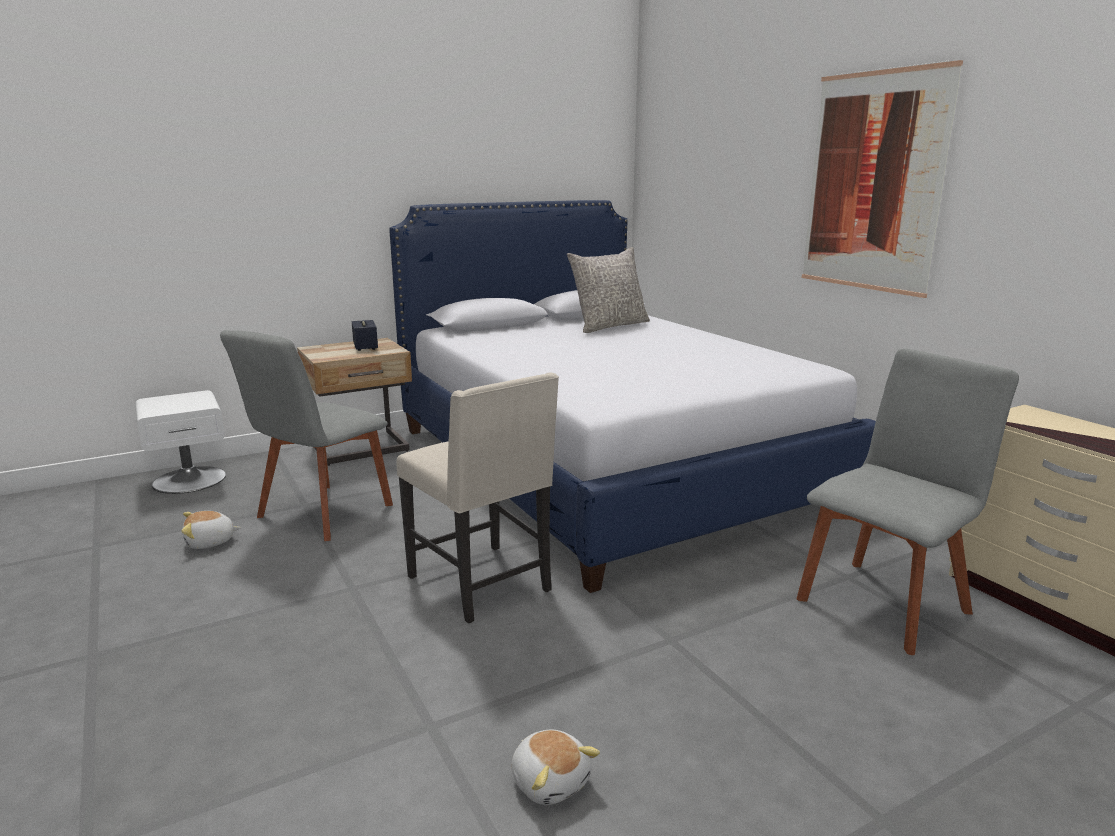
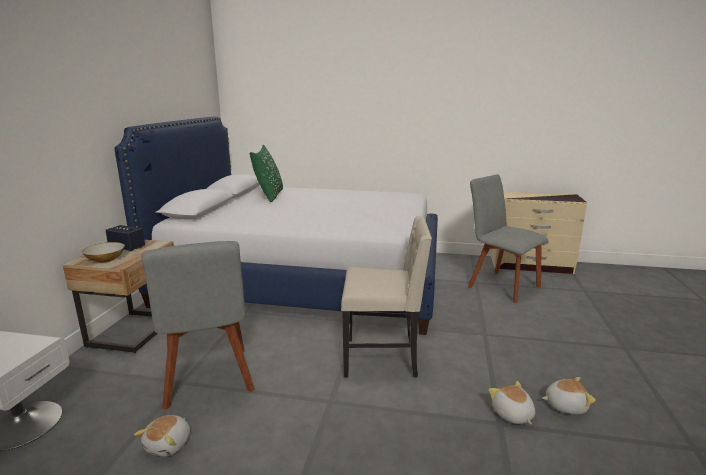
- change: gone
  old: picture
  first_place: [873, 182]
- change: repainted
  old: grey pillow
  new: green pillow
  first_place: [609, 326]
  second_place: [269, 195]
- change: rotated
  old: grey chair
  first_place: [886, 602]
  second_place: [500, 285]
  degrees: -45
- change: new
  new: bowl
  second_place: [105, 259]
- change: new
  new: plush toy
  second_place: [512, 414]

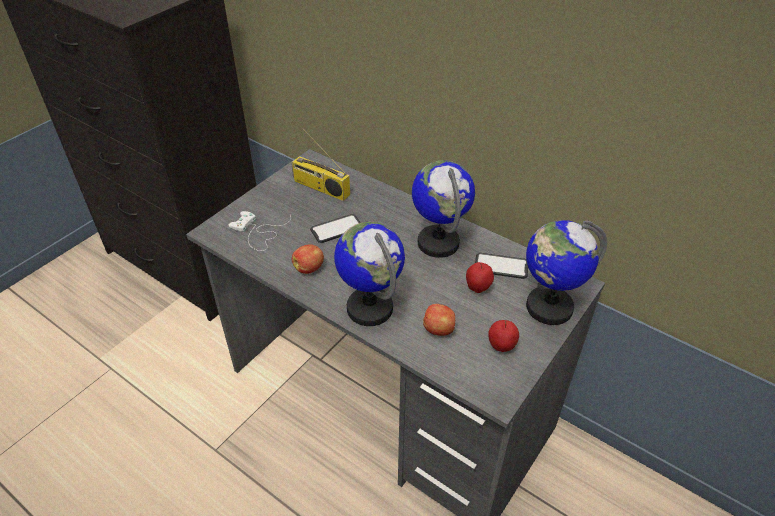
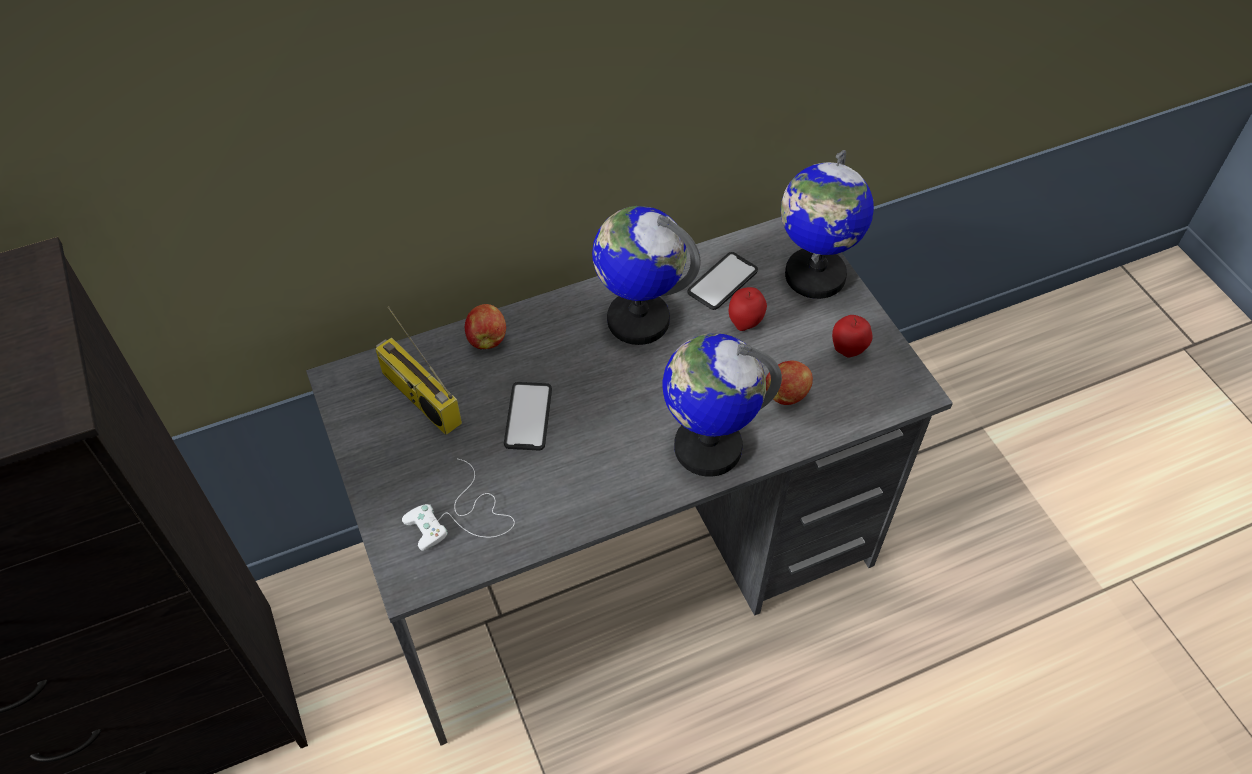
- change: rotated
  old: radio
  first_place: [320, 188]
  second_place: [418, 397]
  degrees: 75
- change: shifted
  old: apple
  first_place: [309, 268]
  second_place: [487, 338]

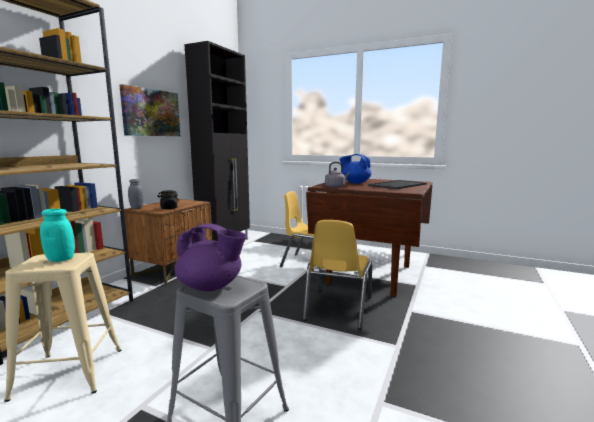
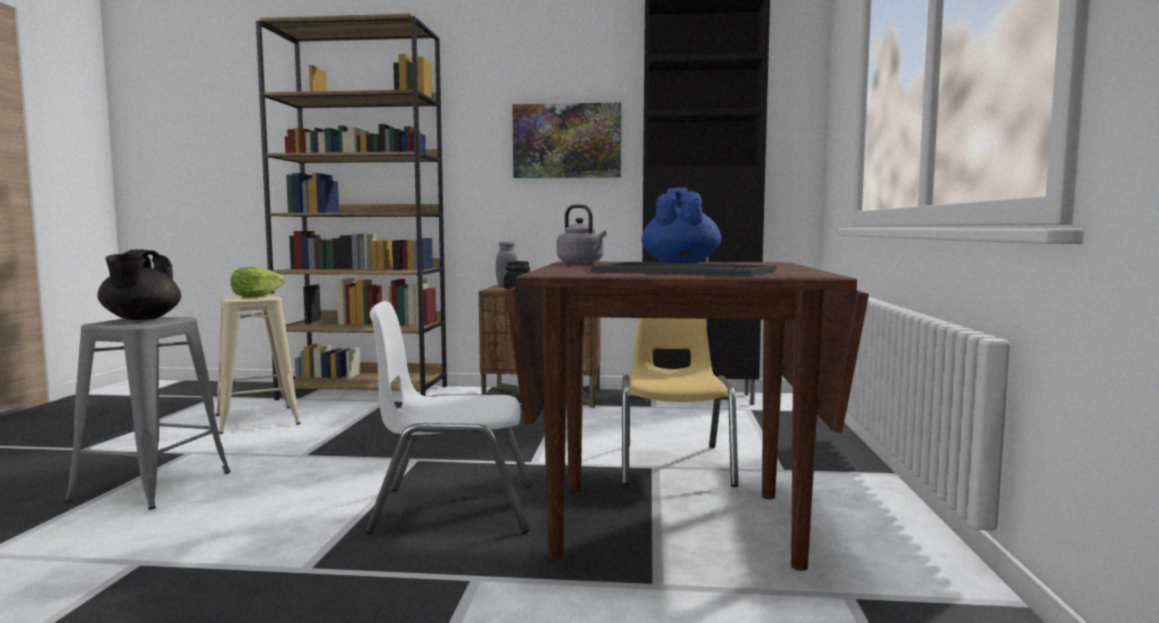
- change: swapped
  old: turquoise jar
  new: lettuce
  first_place: [60, 259]
  second_place: [256, 296]
- change: repainted
  old: yellow chair
  new: white chair
  first_place: [338, 308]
  second_place: [454, 508]
- change: repainted
  old: purple teapot
  new: black teapot
  first_place: [211, 286]
  second_place: [141, 319]

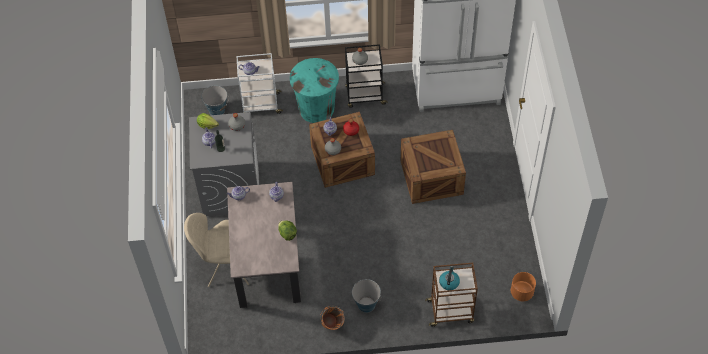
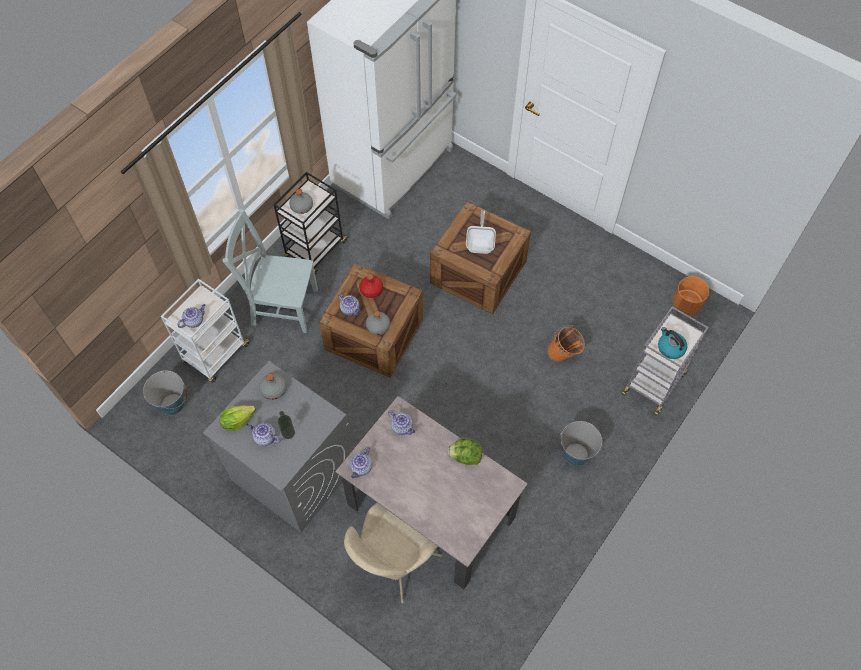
- change: swapped
  old: turquoise trash can
  new: grey chair
  first_place: [316, 108]
  second_place: [281, 305]
- change: repainted
  old: brown cart
  new: grey cart
  first_place: [451, 311]
  second_place: [654, 382]
- change: shifted
  old: orange bucket
  first_place: [332, 327]
  second_place: [564, 355]
- change: new
  new: frying pan
  second_place: [480, 243]

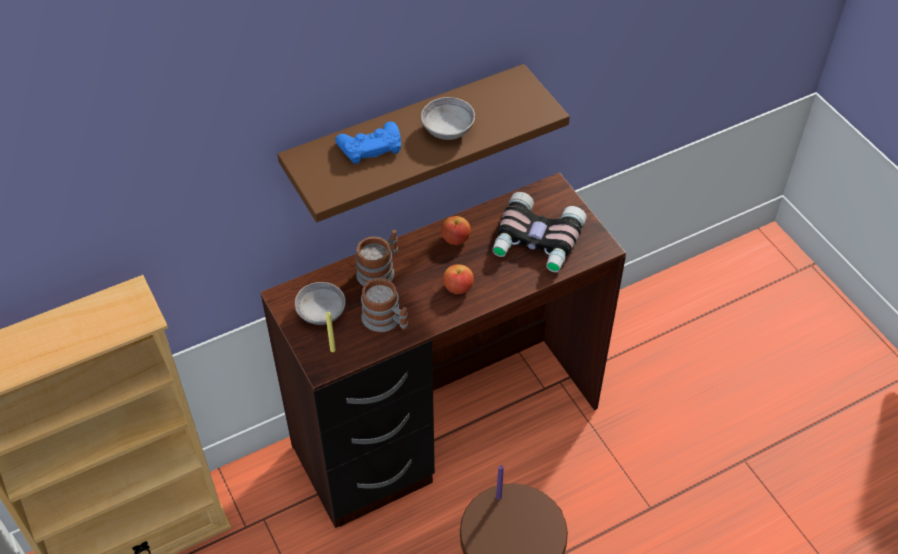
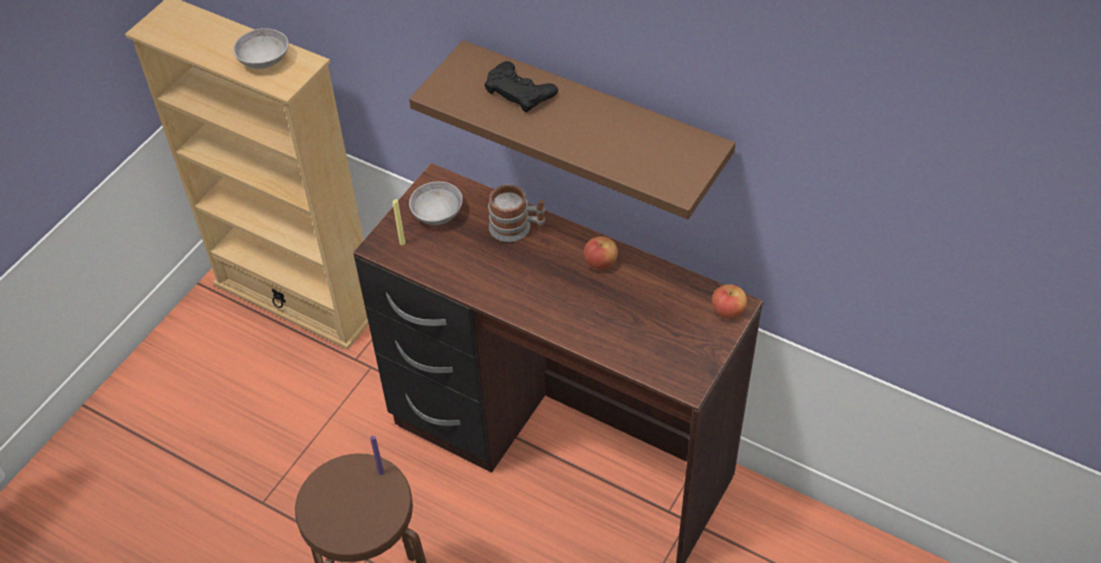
- change: shifted
  old: grey bowl
  first_place: [448, 130]
  second_place: [264, 60]
- change: repainted
  old: blue game controller
  new: black game controller
  first_place: [370, 146]
  second_place: [519, 91]
- change: gone
  old: binoculars
  first_place: [536, 242]
- change: shifted
  old: apple
  first_place: [458, 287]
  second_place: [728, 311]
- change: gone
  old: mug
  first_place: [386, 320]

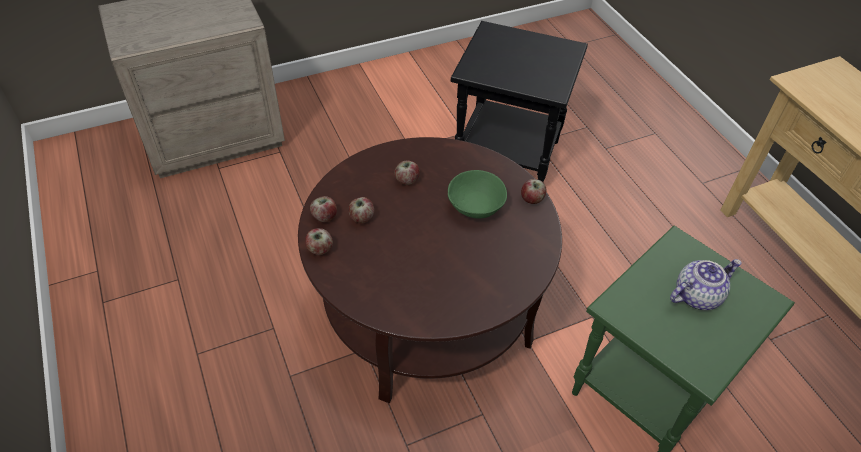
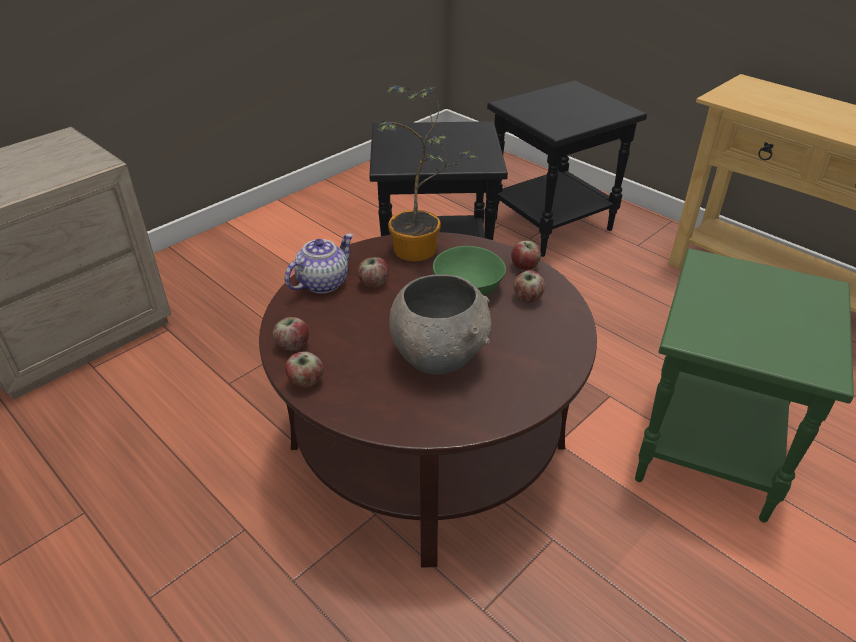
- change: shifted
  old: apple
  first_place: [361, 218]
  second_place: [527, 298]
- change: shifted
  old: teapot
  first_place: [697, 295]
  second_place: [323, 282]
- change: new
  new: black side table
  second_place: [551, 226]
- change: new
  new: potted plant
  second_place: [421, 251]
- change: new
  new: grey bowl
  second_place: [439, 357]

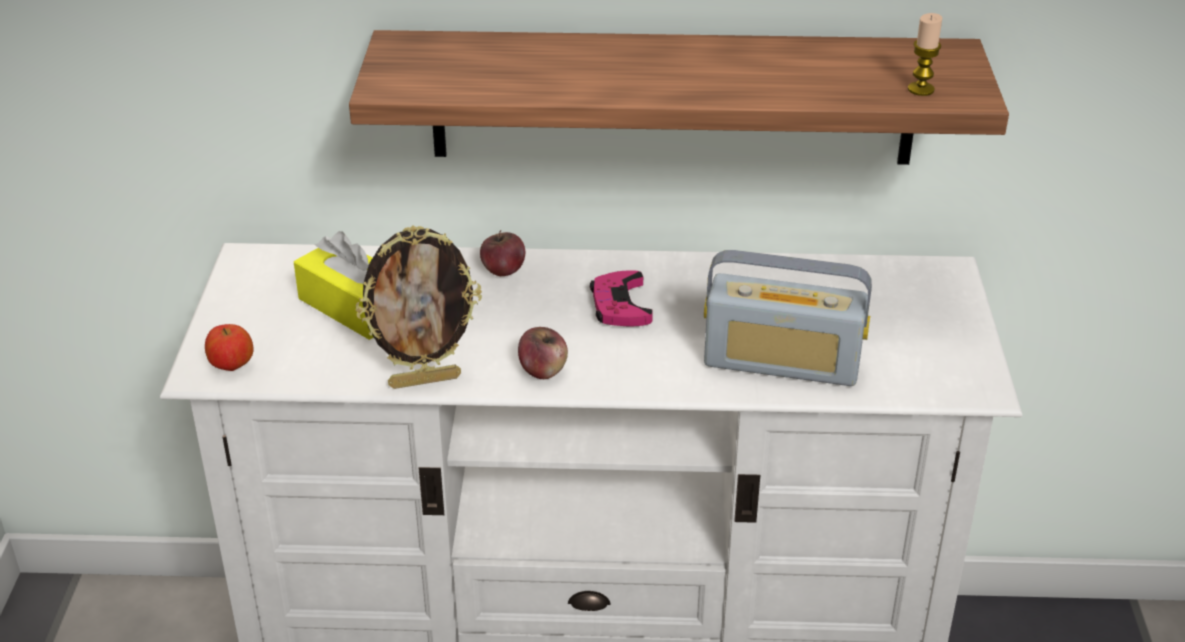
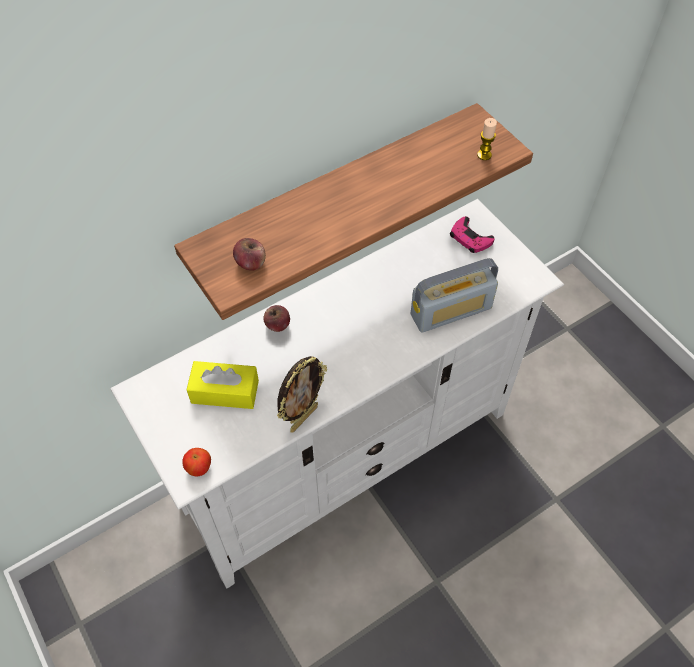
- change: shifted
  old: pink game controller
  first_place: [620, 305]
  second_place: [470, 238]
- change: shifted
  old: apple
  first_place: [543, 370]
  second_place: [251, 263]

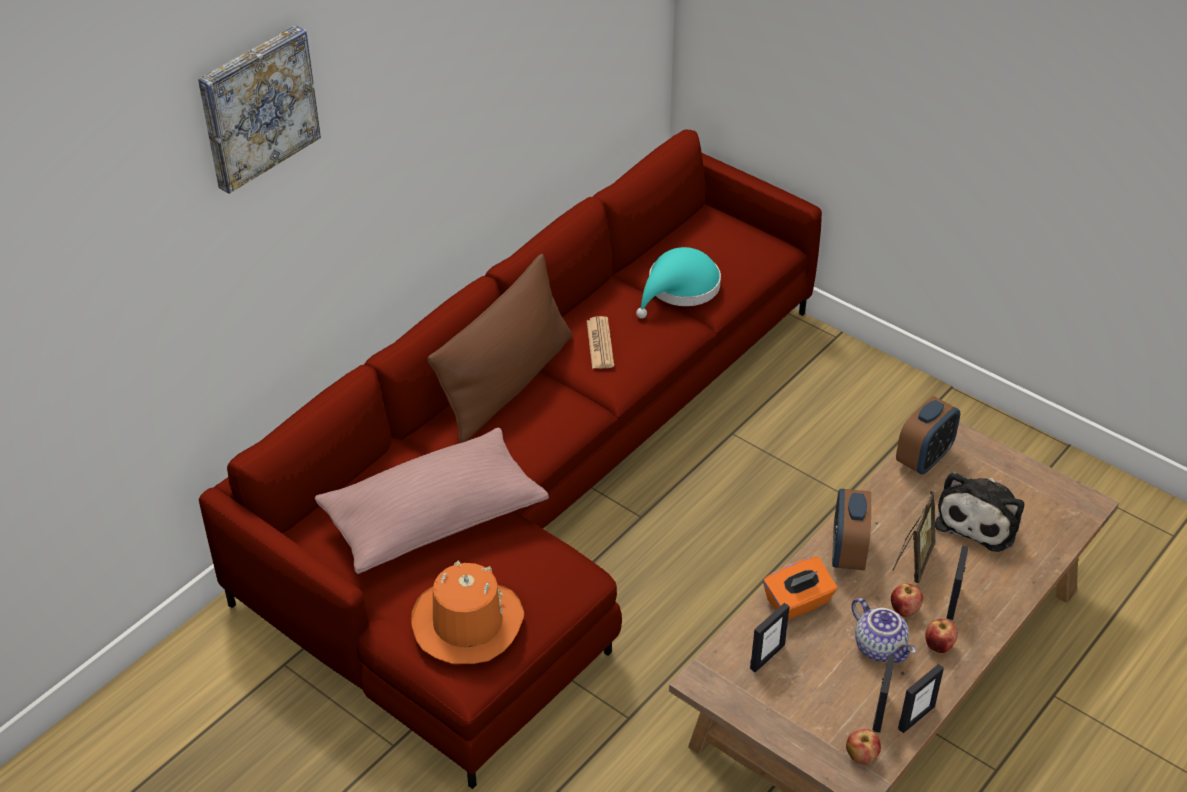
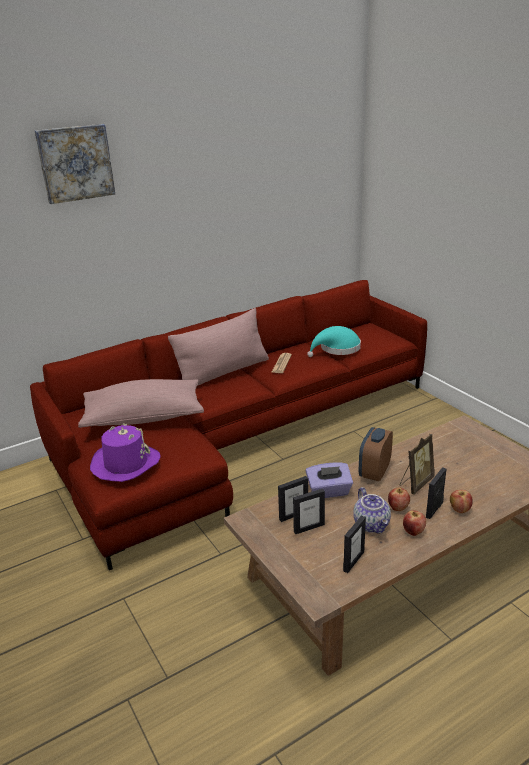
- change: repainted
  old: brown pillow
  new: pink pillow
  first_place: [507, 383]
  second_place: [223, 372]
- change: gone
  old: alarm clock
  first_place: [924, 459]
- change: gone
  old: plush toy
  first_place: [980, 519]
- change: repainted
  old: orange tissue box
  new: purple tissue box
  first_place: [798, 603]
  second_place: [329, 491]
- change: repainted
  old: orange hat
  new: purple hat
  first_place: [467, 623]
  second_place: [125, 463]
- change: shifted
  old: picture frame
  first_place: [916, 717]
  second_place: [309, 528]
- change: shifted
  old: apple
  first_place: [861, 757]
  second_place: [460, 509]

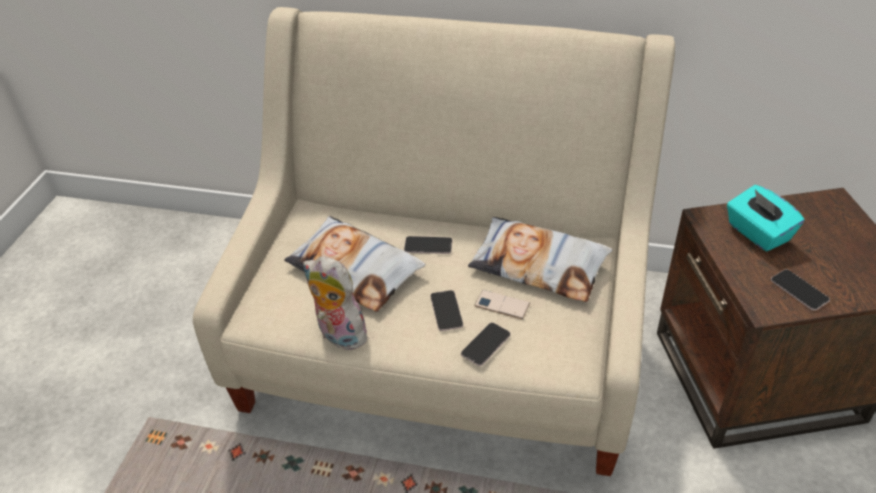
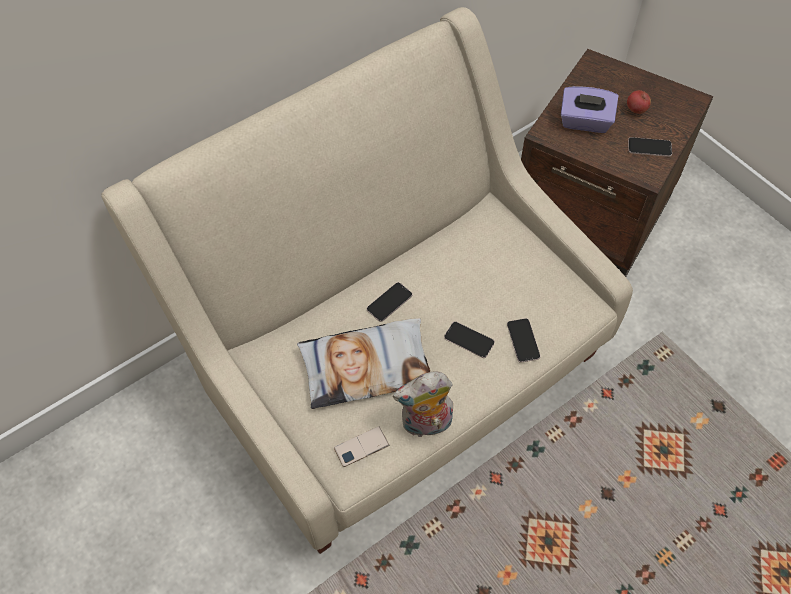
- change: repainted
  old: turquoise tissue box
  new: purple tissue box
  first_place: [757, 233]
  second_place: [585, 122]
- change: gone
  old: pillow
  first_place: [539, 265]
- change: shifted
  old: phone
  first_place: [502, 305]
  second_place: [361, 446]
- change: new
  new: apple
  second_place: [636, 110]

